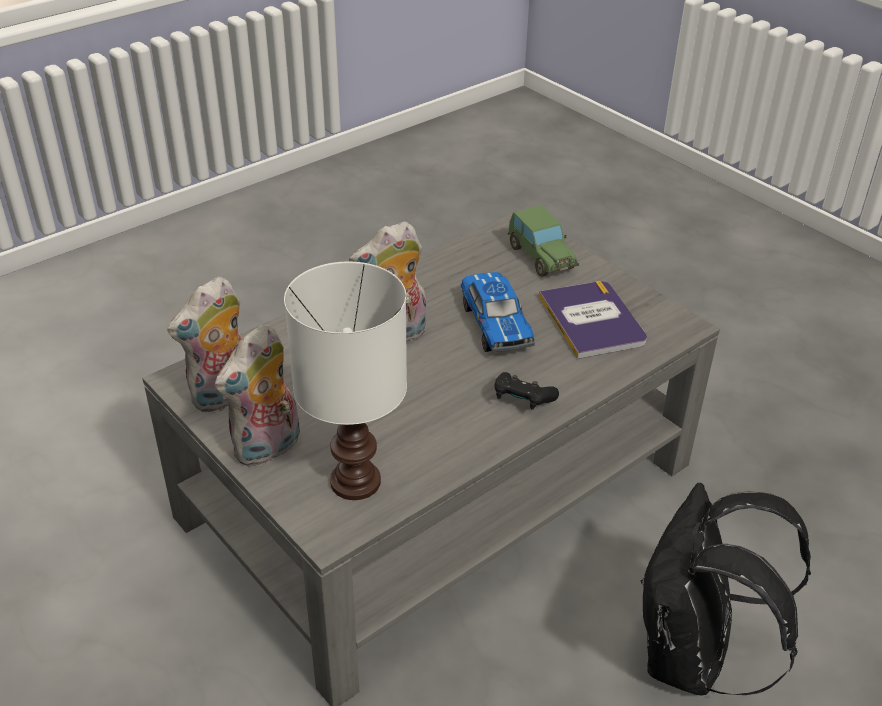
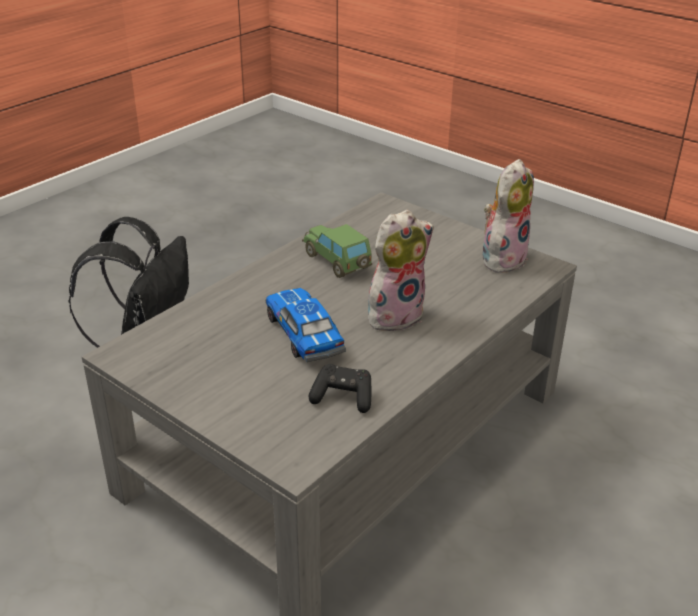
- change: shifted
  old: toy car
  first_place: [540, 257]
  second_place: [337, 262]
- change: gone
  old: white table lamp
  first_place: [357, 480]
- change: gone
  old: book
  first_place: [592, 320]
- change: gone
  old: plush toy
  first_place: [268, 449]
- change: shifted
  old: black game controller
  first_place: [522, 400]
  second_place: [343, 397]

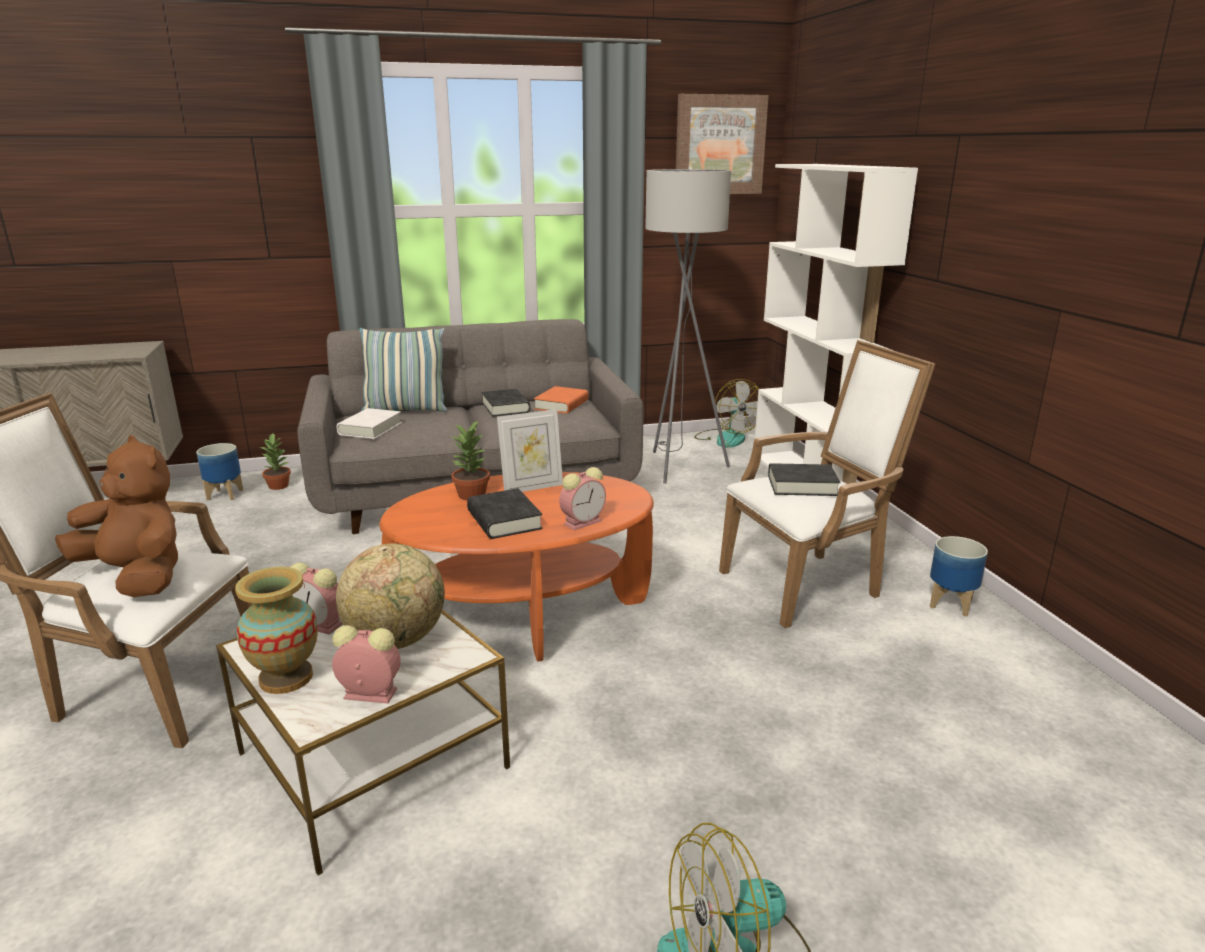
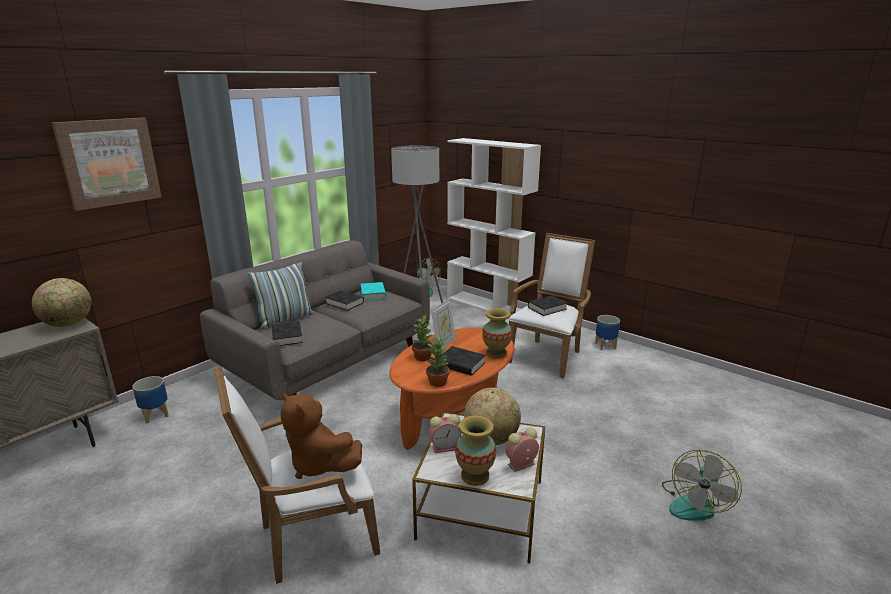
- change: shifted
  old: picture
  first_place: [719, 145]
  second_place: [109, 162]
- change: repainted
  old: orange book
  new: turquoise book
  first_place: [561, 405]
  second_place: [373, 294]
- change: repainted
  old: white book
  new: black book
  first_place: [370, 429]
  second_place: [287, 337]
- change: shifted
  old: potted plant
  first_place: [279, 486]
  second_place: [438, 382]
- change: rotated
  old: brown plush toy
  first_place: [138, 577]
  second_place: [319, 464]
  degrees: -135
- change: swapped
  old: alarm clock
  new: vase
  first_place: [583, 522]
  second_place: [496, 353]
- change: new
  new: globe
  second_place: [69, 324]

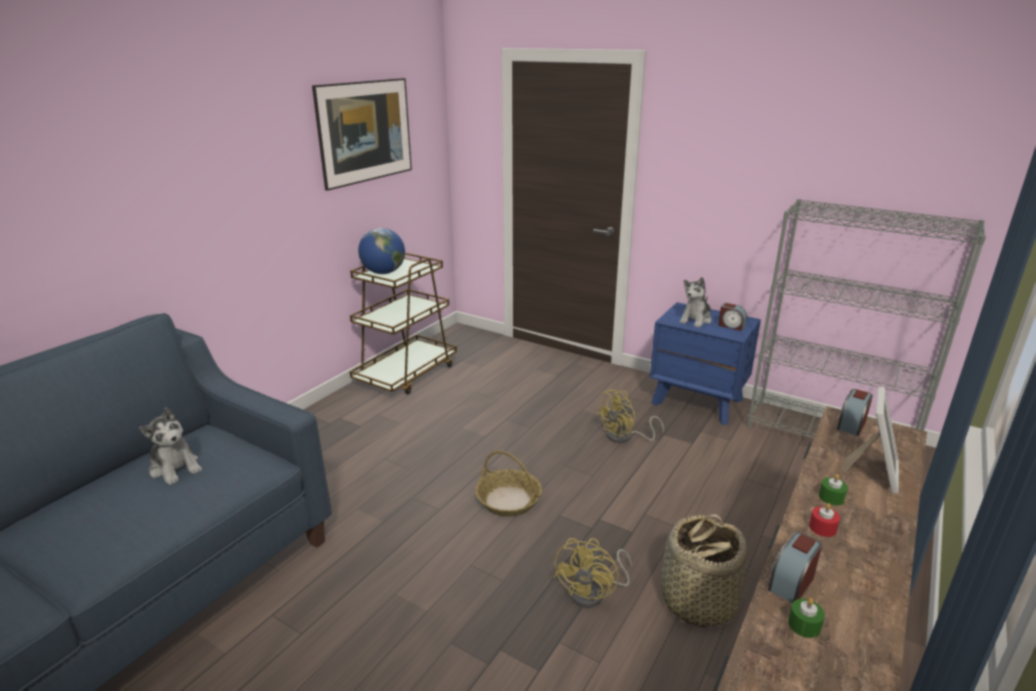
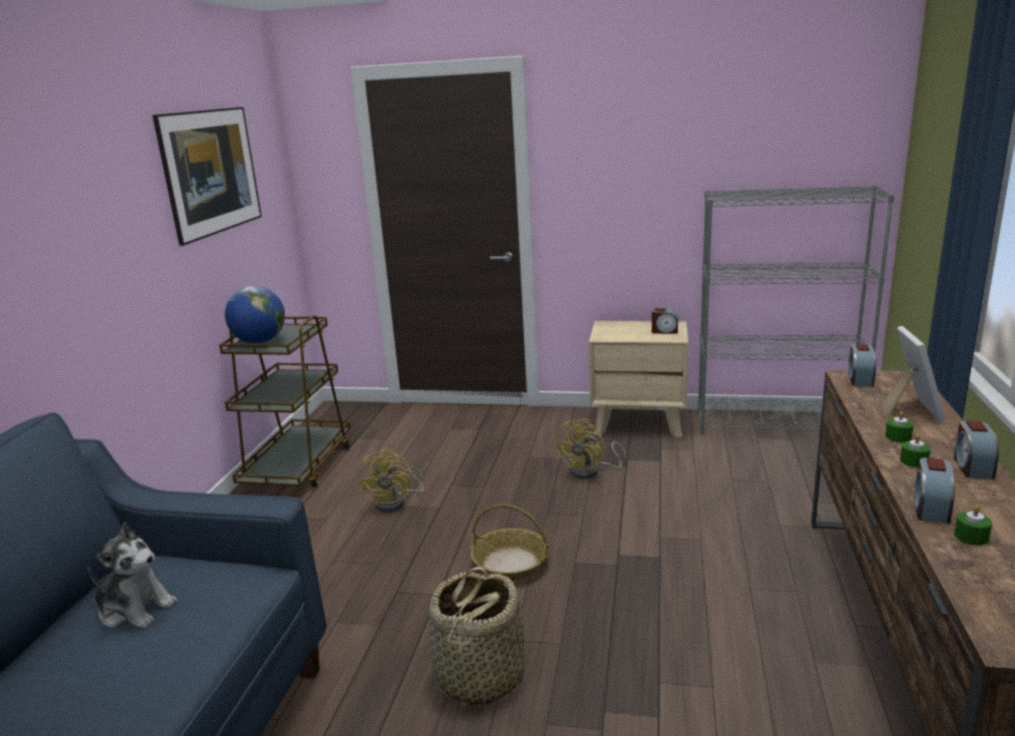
- change: gone
  old: plush toy
  first_place: [696, 320]
- change: repainted
  old: blue nightstand
  new: beige nightstand
  first_place: [697, 401]
  second_place: [639, 422]
- change: repainted
  old: red candle
  new: green candle
  first_place: [822, 528]
  second_place: [914, 461]
- change: shifted
  old: basket
  first_place: [697, 601]
  second_place: [479, 677]
- change: shifted
  old: yellow fan
  first_place: [594, 593]
  second_place: [396, 502]
- change: new
  new: alarm clock
  second_place: [972, 466]

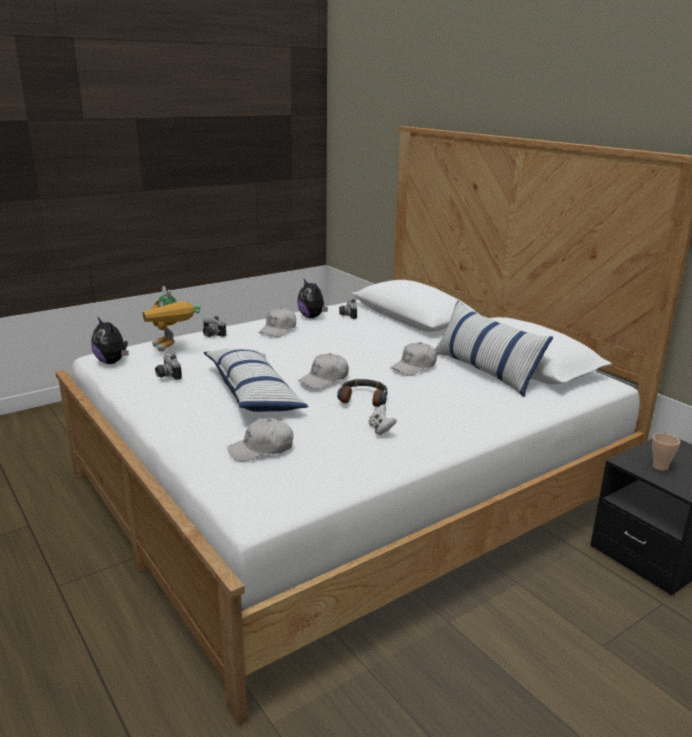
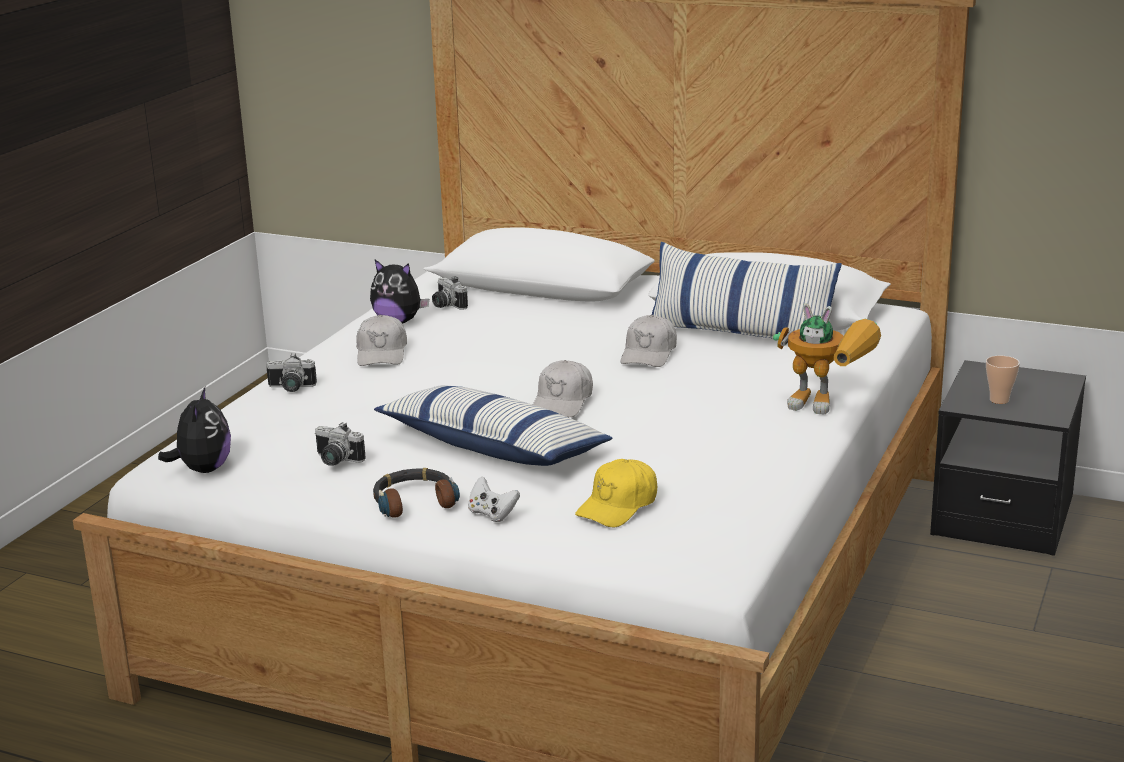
- change: shifted
  old: toy robot
  first_place: [172, 349]
  second_place: [830, 406]
- change: rotated
  old: plush toy
  first_place: [112, 362]
  second_place: [203, 469]
  degrees: -105
- change: shifted
  old: headphones
  first_place: [363, 398]
  second_place: [414, 501]
- change: shifted
  old: white game controller
  first_place: [381, 429]
  second_place: [492, 514]
- change: repainted
  old: white cap
  new: yellow cap
  first_place: [261, 449]
  second_place: [618, 506]

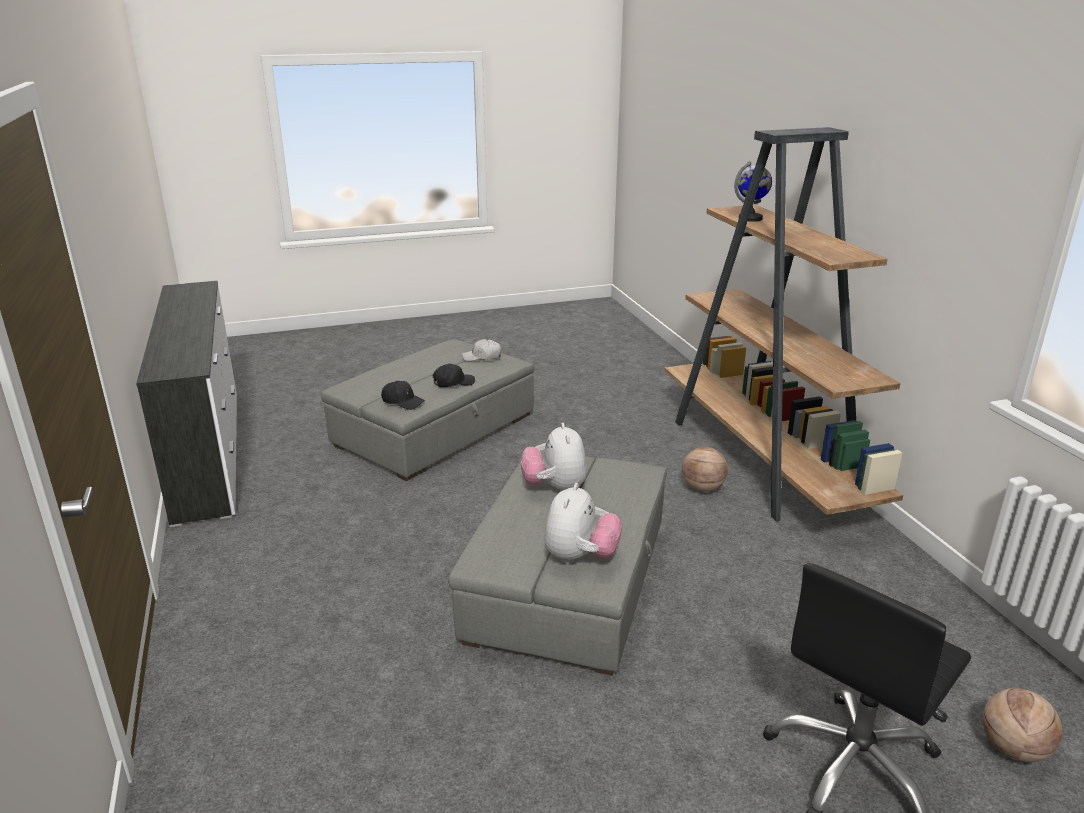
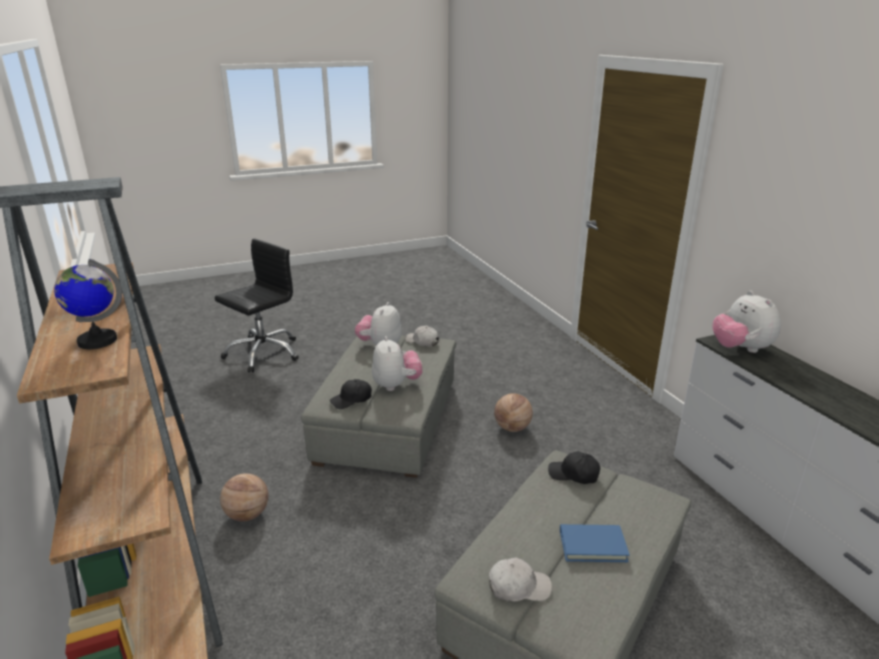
- change: shifted
  old: black cap
  first_place: [453, 383]
  second_place: [351, 399]
- change: shifted
  old: basketball
  first_place: [1013, 749]
  second_place: [512, 428]
- change: new
  new: plush toy
  second_place: [740, 349]
- change: new
  new: white cap
  second_place: [422, 341]
- change: new
  new: blue book
  second_place: [592, 546]

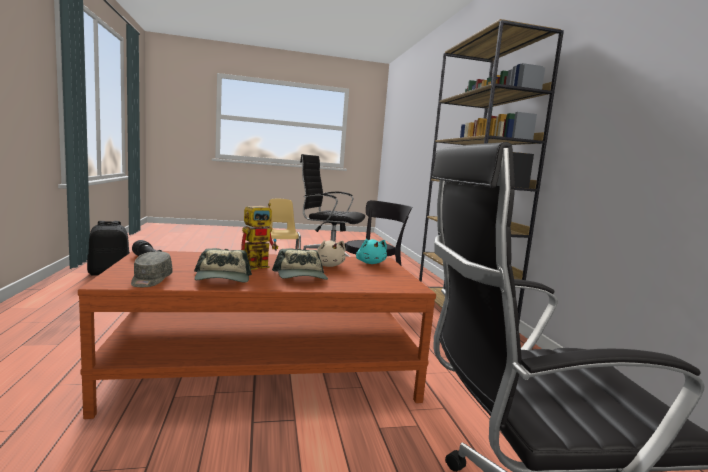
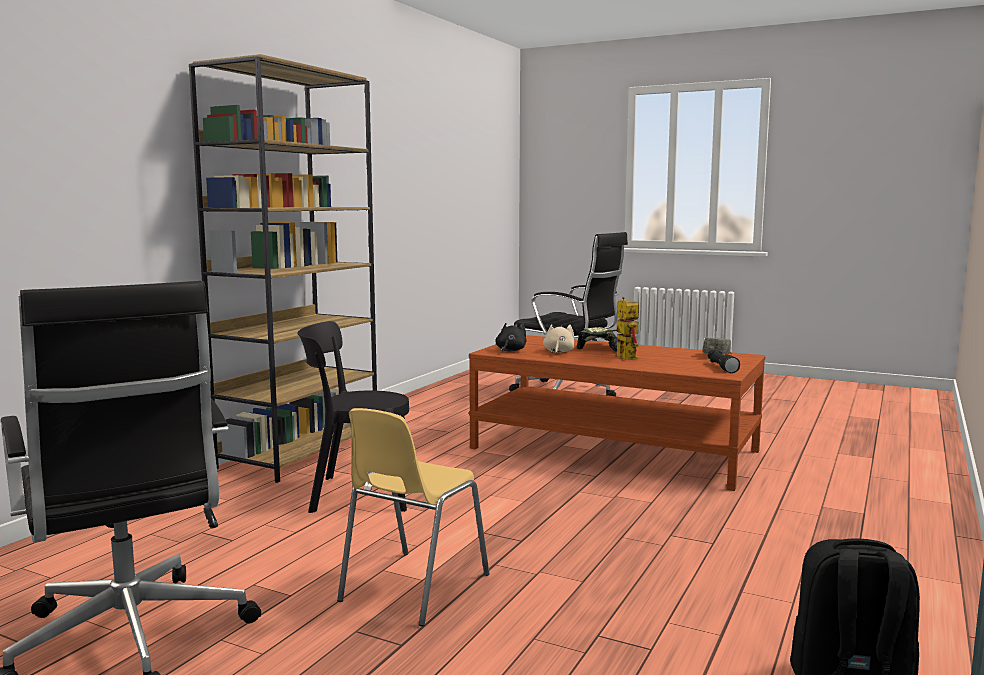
- change: rotated
  old: toy robot
  first_place: [260, 265]
  second_place: [622, 356]
  degrees: 75
- change: repainted
  old: turquoise plush toy
  new: black plush toy
  first_place: [370, 263]
  second_place: [510, 350]
- change: gone
  old: cap
  first_place: [222, 279]

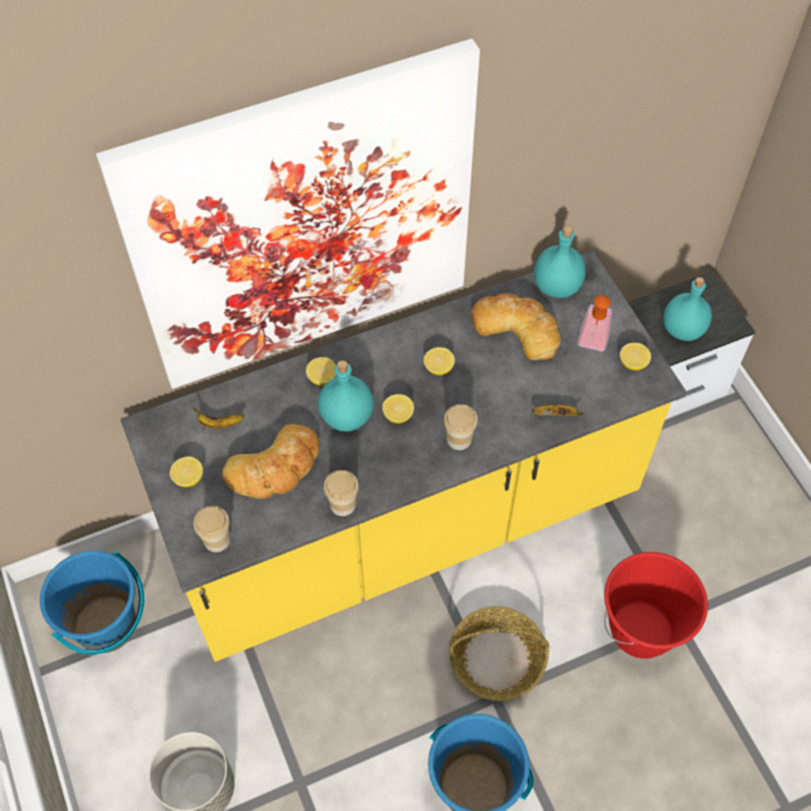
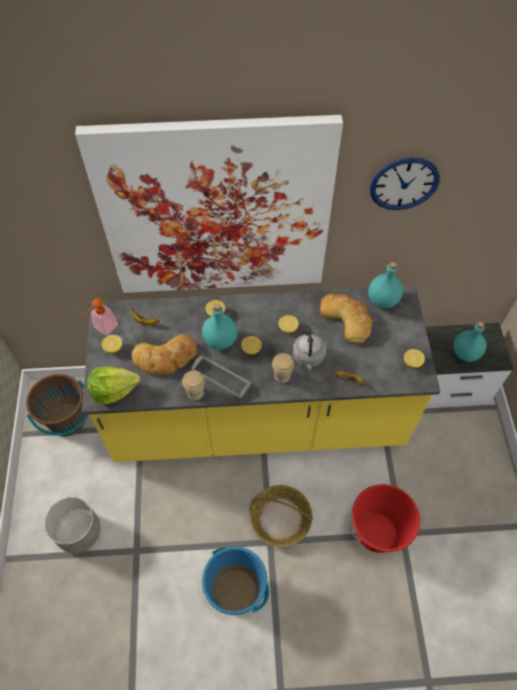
- change: shifted
  old: soap dispenser
  first_place: [591, 344]
  second_place: [103, 329]
- change: swapped
  old: cup
  new: lettuce
  first_place: [217, 540]
  second_place: [113, 389]
- change: repainted
  old: blue bucket
  new: brown bucket
  first_place: [106, 625]
  second_place: [68, 420]
- change: new
  new: wall clock
  second_place: [404, 184]
- change: new
  new: grey kettle
  second_place: [308, 358]
- change: new
  new: grey tray
  second_place: [221, 377]

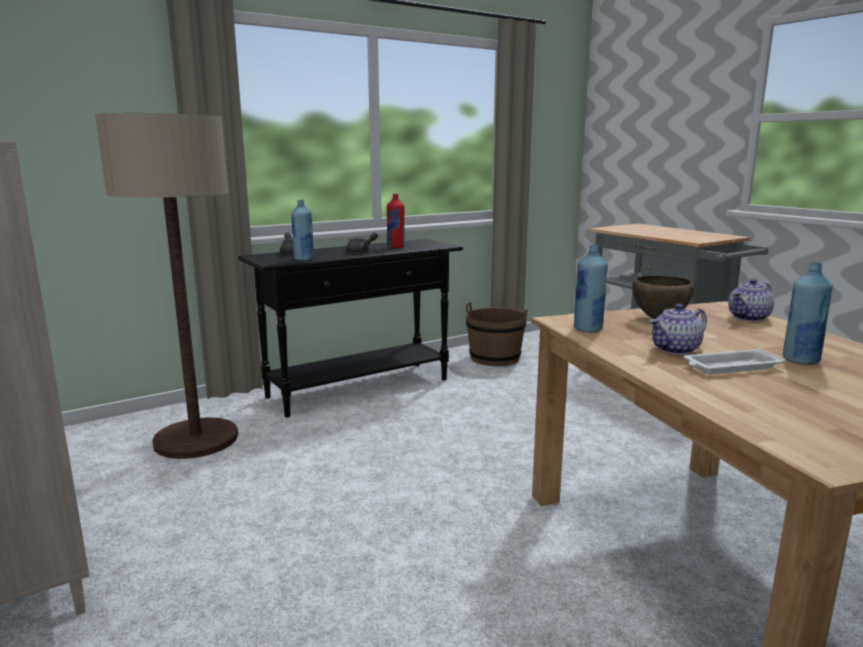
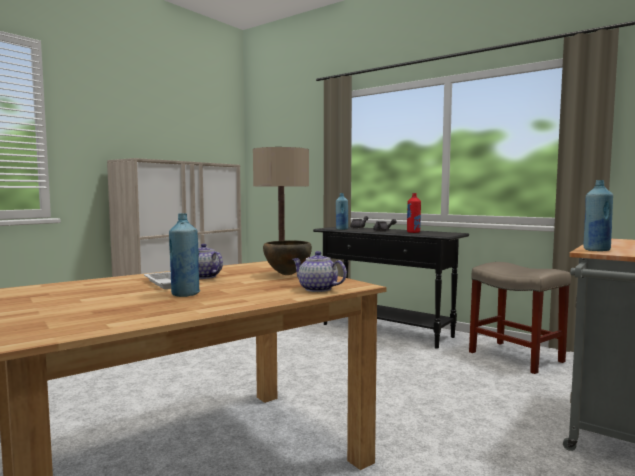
- change: shifted
  old: blue bottle
  first_place: [587, 329]
  second_place: [596, 250]
- change: swapped
  old: brown bucket
  new: beige stool
  first_place: [495, 358]
  second_place: [517, 357]

